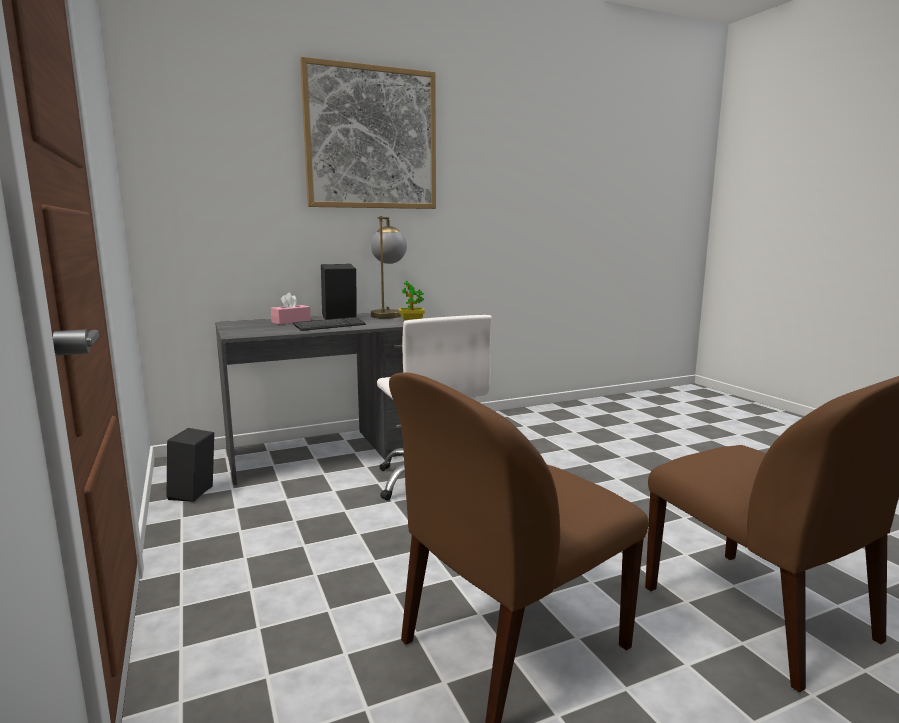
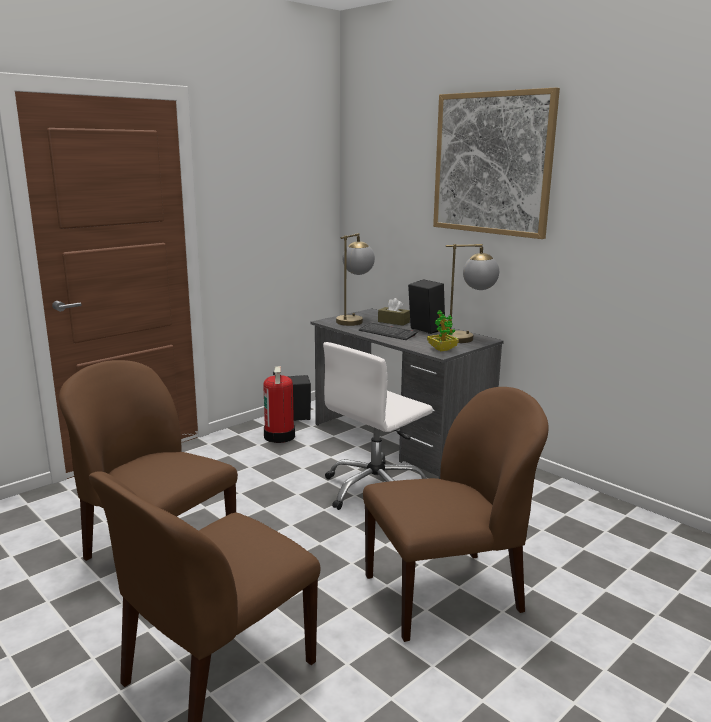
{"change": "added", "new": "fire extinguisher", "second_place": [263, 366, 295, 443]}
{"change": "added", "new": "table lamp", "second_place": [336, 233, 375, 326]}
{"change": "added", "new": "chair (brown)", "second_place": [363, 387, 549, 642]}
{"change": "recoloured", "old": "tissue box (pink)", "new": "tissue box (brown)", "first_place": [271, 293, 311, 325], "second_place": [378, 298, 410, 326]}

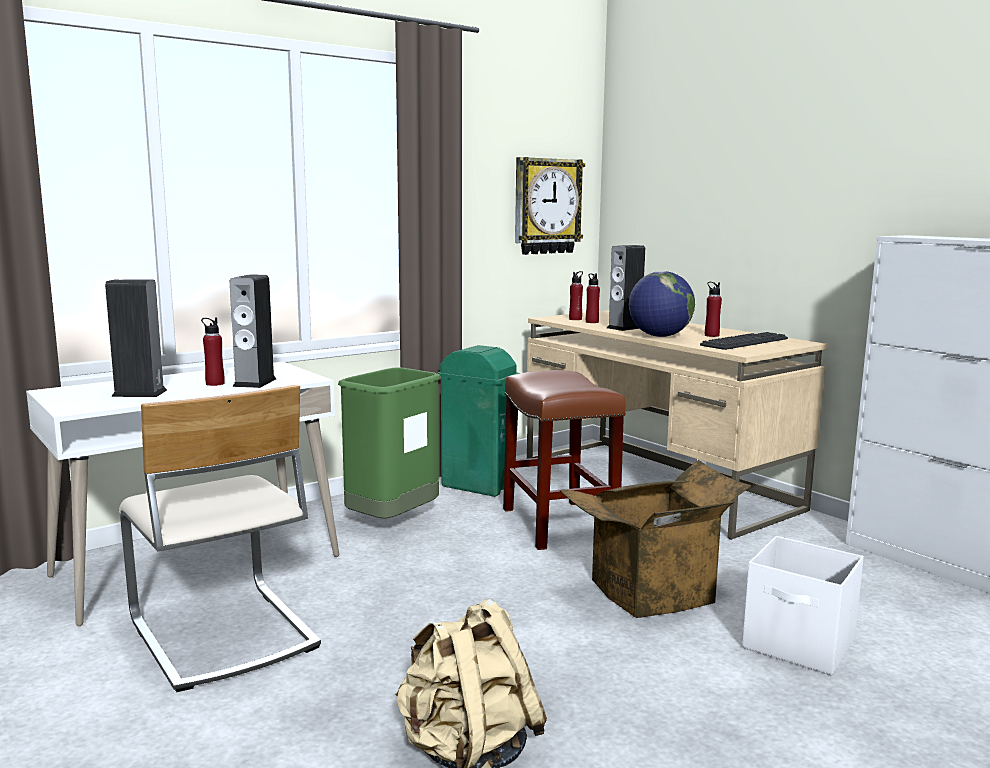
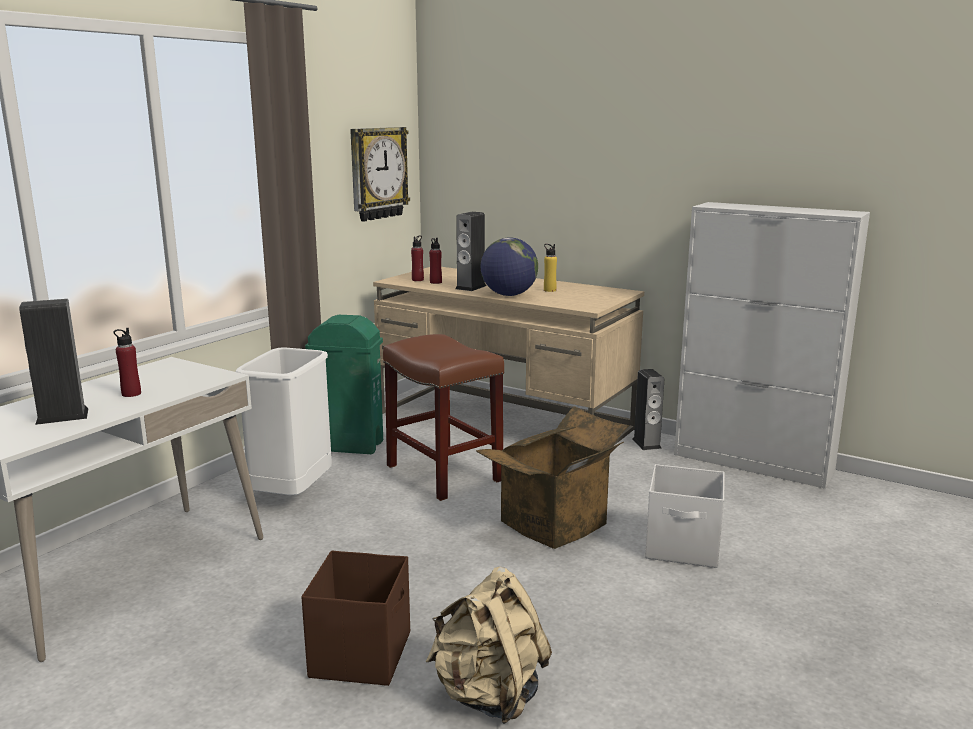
{"change": "recoloured", "old": "trash can (green)", "new": "trash can (white)", "first_place": [338, 367, 441, 519], "second_place": [236, 347, 332, 495]}
{"change": "added", "new": "storage box (brown)", "second_place": [301, 550, 410, 686]}
{"change": "recoloured", "old": "bottle (red)", "new": "bottle (yellow)", "first_place": [705, 282, 722, 337], "second_place": [544, 244, 557, 292]}
{"change": "moved", "old": "speaker", "first_place": [230, 274, 276, 388], "second_place": [633, 369, 664, 450]}
{"change": "removed", "old": "chair (beige)", "first_place": [119, 385, 321, 692]}
{"change": "removed", "old": "keyboard", "first_place": [700, 332, 788, 350]}

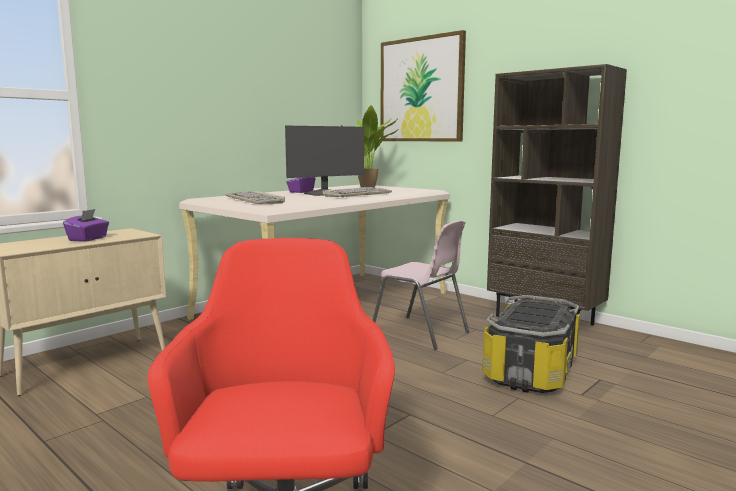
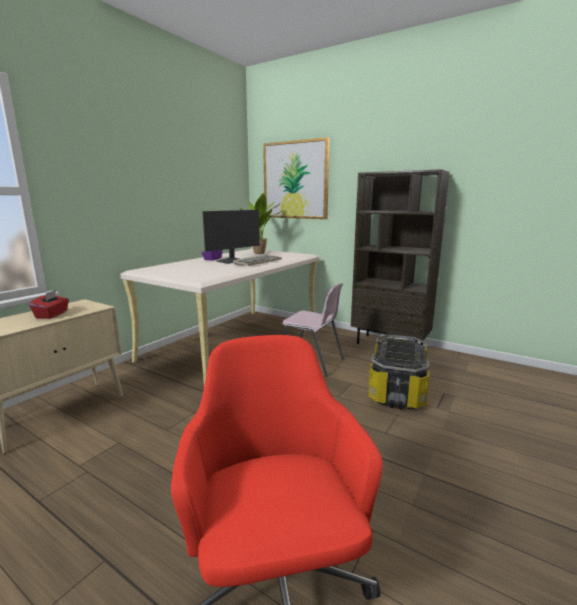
{"change": "recoloured", "old": "tissue box (purple)", "new": "tissue box (red)", "first_place": [63, 209, 109, 242], "second_place": [29, 290, 69, 319]}
{"change": "removed", "old": "keyboard", "first_place": [226, 191, 285, 204]}

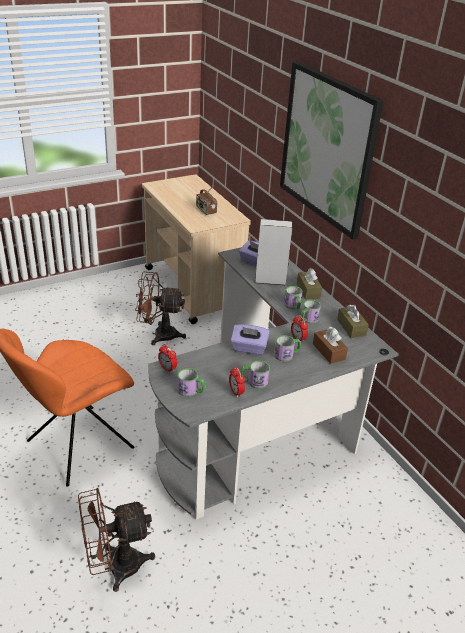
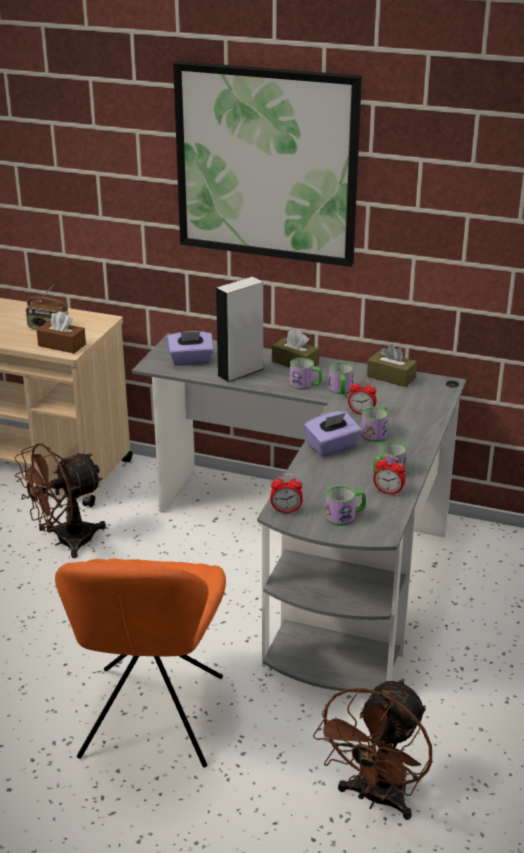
{"change": "moved", "old": "tissue box (brown)", "first_place": [313, 327, 348, 364], "second_place": [37, 311, 86, 353]}

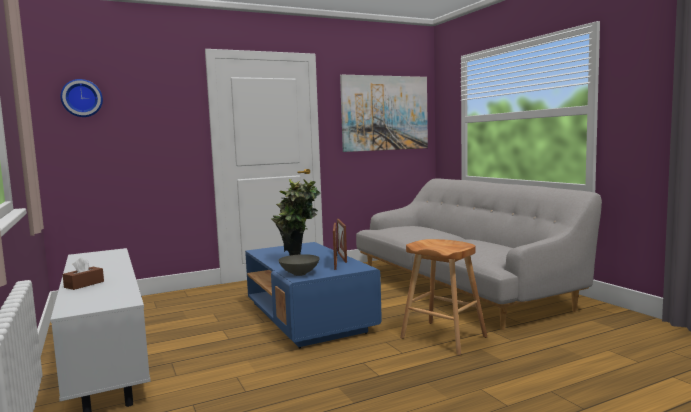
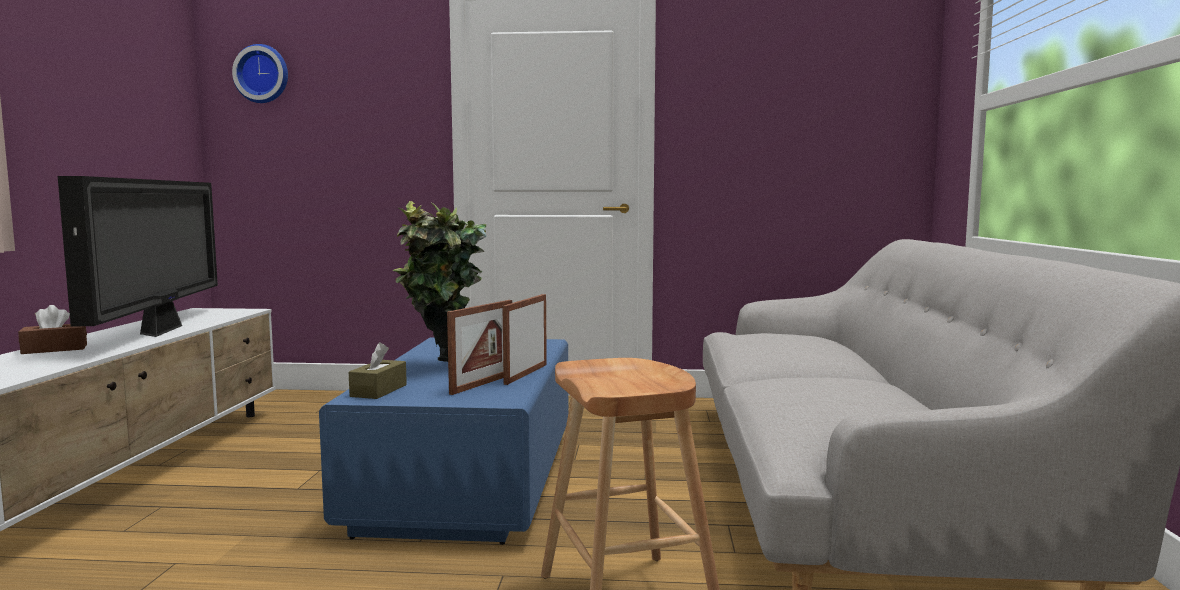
{"change": "added", "new": "television", "second_place": [58, 176, 218, 337]}
{"change": "replaced", "old": "bowl (grey)", "new": "tissue box (brown)", "first_place": [278, 254, 320, 276], "second_place": [349, 342, 407, 399]}
{"change": "removed", "old": "picture", "first_place": [340, 75, 428, 152]}

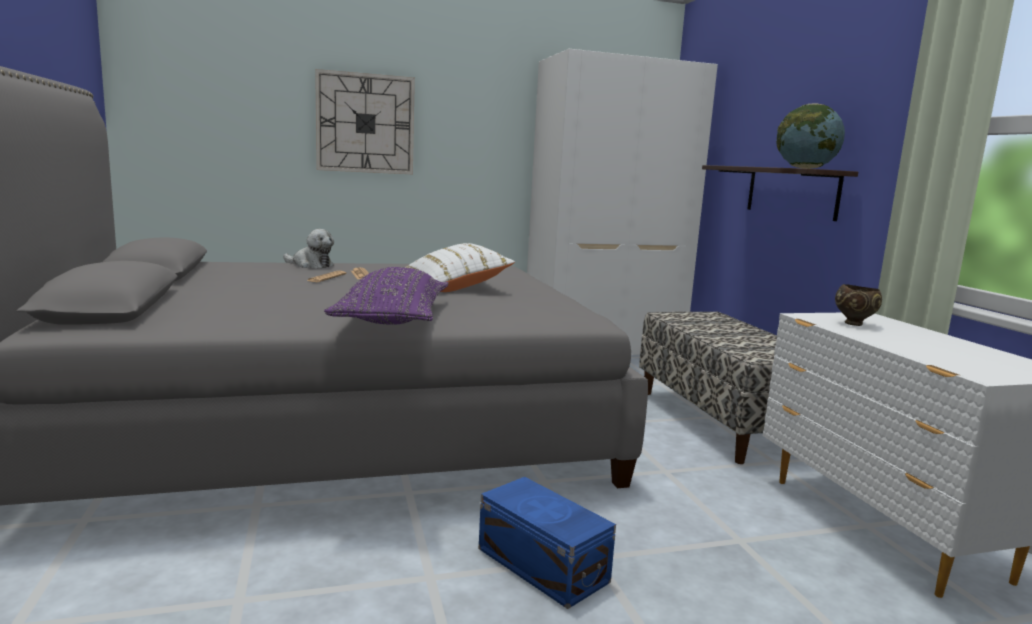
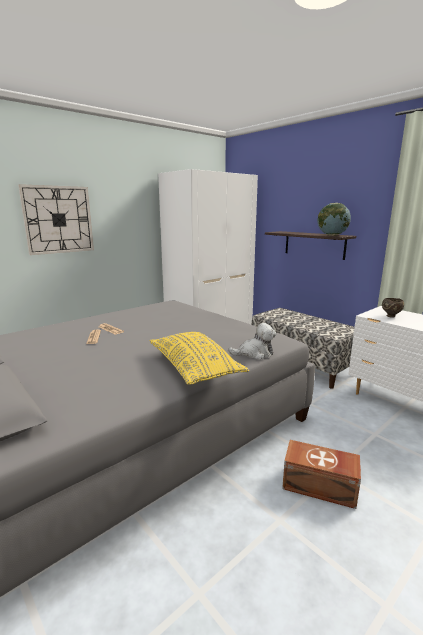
{"change": "recoloured", "old": "pillow (purple)", "new": "pillow (yellow)", "first_place": [324, 267, 448, 325], "second_place": [149, 332, 249, 385]}
{"change": "moved", "old": "plush toy", "first_place": [283, 229, 334, 268], "second_place": [228, 323, 276, 360]}
{"change": "recoloured", "old": "storage box (blue)", "new": "storage box (brown)", "first_place": [479, 477, 616, 609], "second_place": [282, 440, 361, 509]}
{"change": "removed", "old": "pillow (white)", "first_place": [404, 243, 515, 292]}

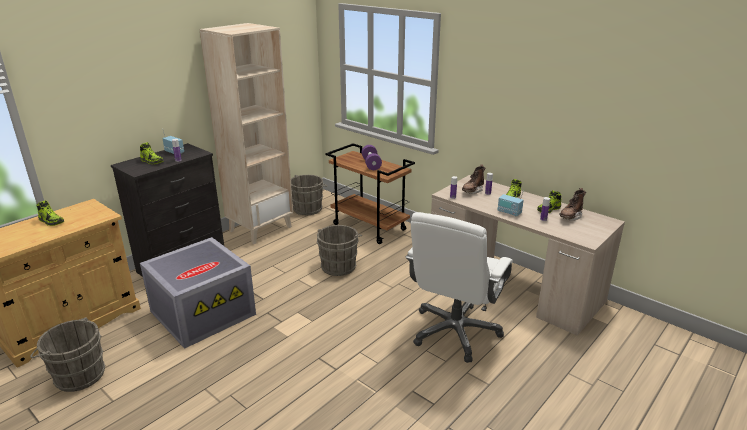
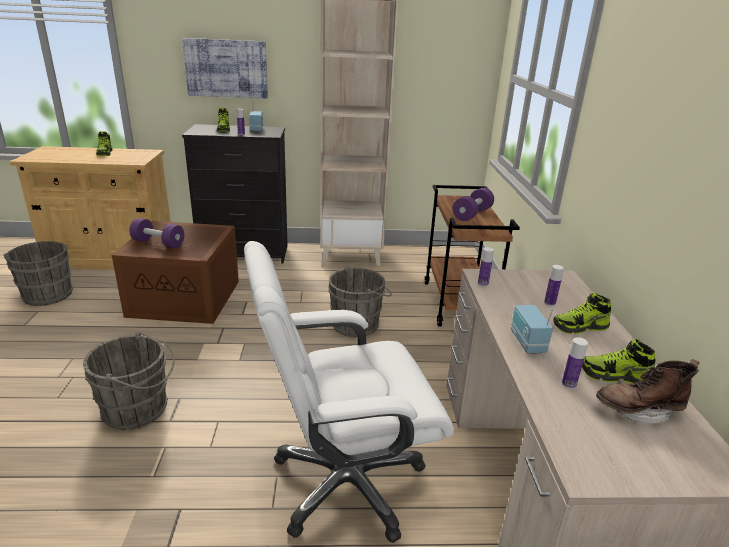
{"change": "moved", "old": "bucket (grey)", "first_place": [291, 175, 328, 215], "second_place": [83, 332, 175, 430]}
{"change": "recoloured", "old": "storage box (grey)", "new": "storage box (brown)", "first_place": [140, 237, 256, 349], "second_place": [112, 221, 239, 324]}
{"change": "added", "new": "dumbbell (purple)", "second_place": [129, 218, 184, 248]}
{"change": "added", "new": "picture", "second_place": [182, 38, 268, 98]}
{"change": "removed", "old": "boot (brown)", "first_place": [462, 165, 486, 194]}

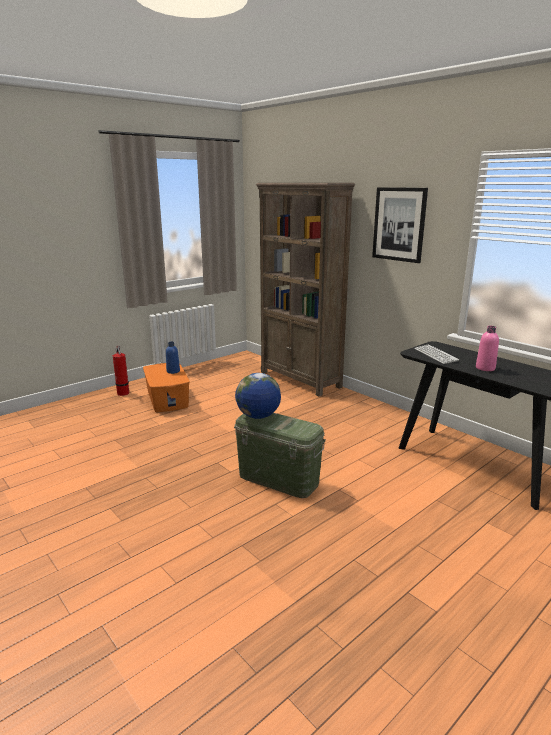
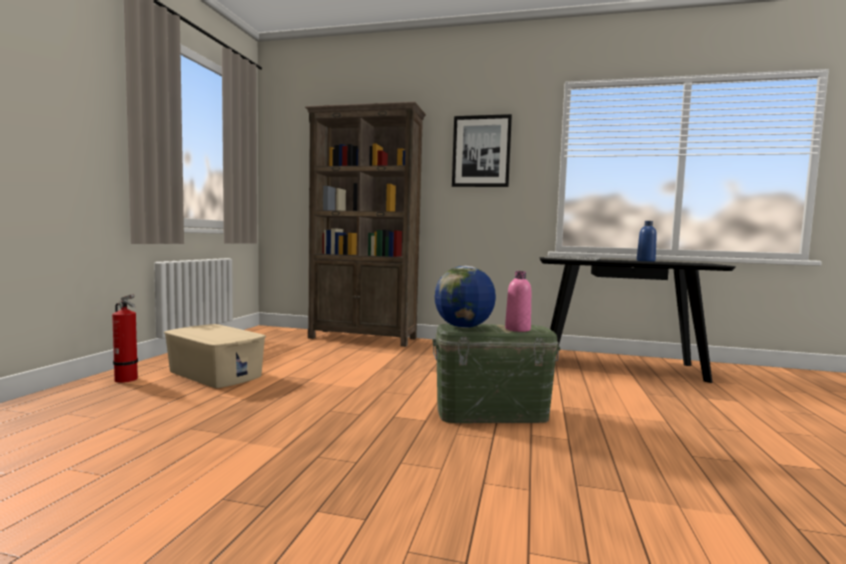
{"change": "recoloured", "old": "storage box (orange)", "new": "storage box (beige)", "first_place": [143, 363, 190, 412], "second_place": [164, 324, 266, 388]}
{"change": "moved", "old": "bottle (pink)", "first_place": [476, 326, 499, 371], "second_place": [505, 271, 531, 332]}
{"change": "moved", "old": "bottle (blue)", "first_place": [166, 341, 180, 374], "second_place": [637, 221, 657, 262]}

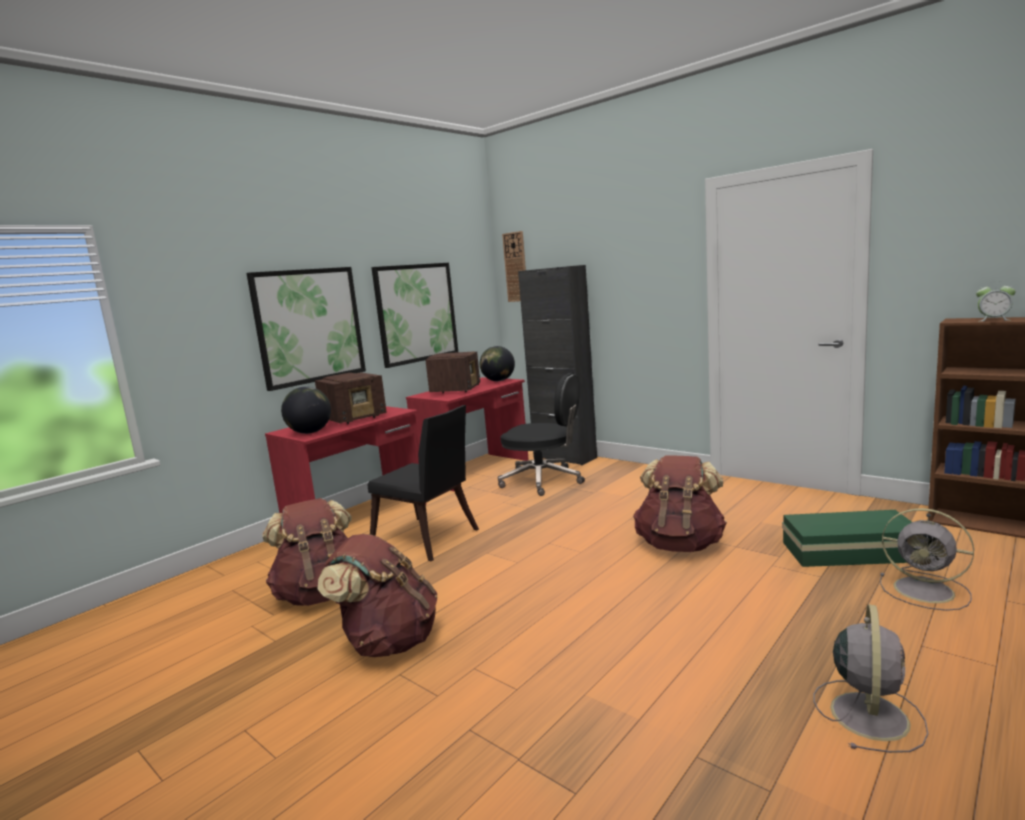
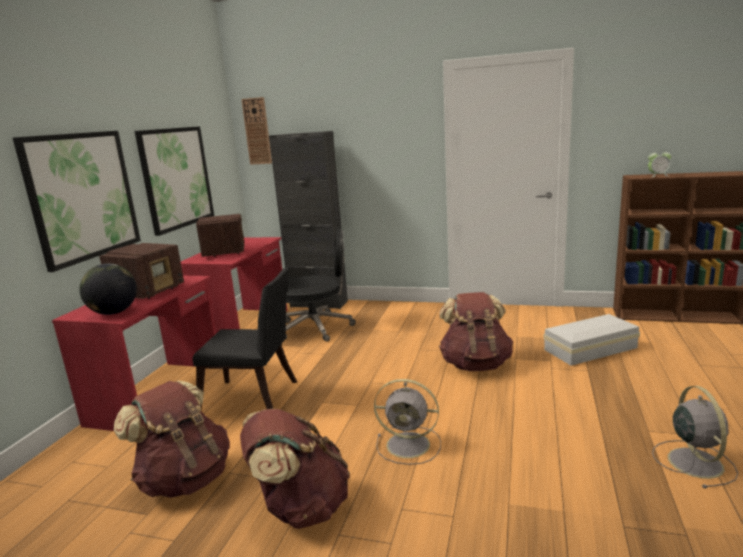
{"change": "moved", "old": "fan (grey)", "first_place": [880, 508, 974, 611], "second_place": [374, 379, 441, 465]}
{"change": "recoloured", "old": "storage box (green)", "new": "storage box (white)", "first_place": [782, 510, 912, 567], "second_place": [543, 314, 640, 366]}
{"change": "removed", "old": "globe", "first_place": [480, 346, 515, 381]}

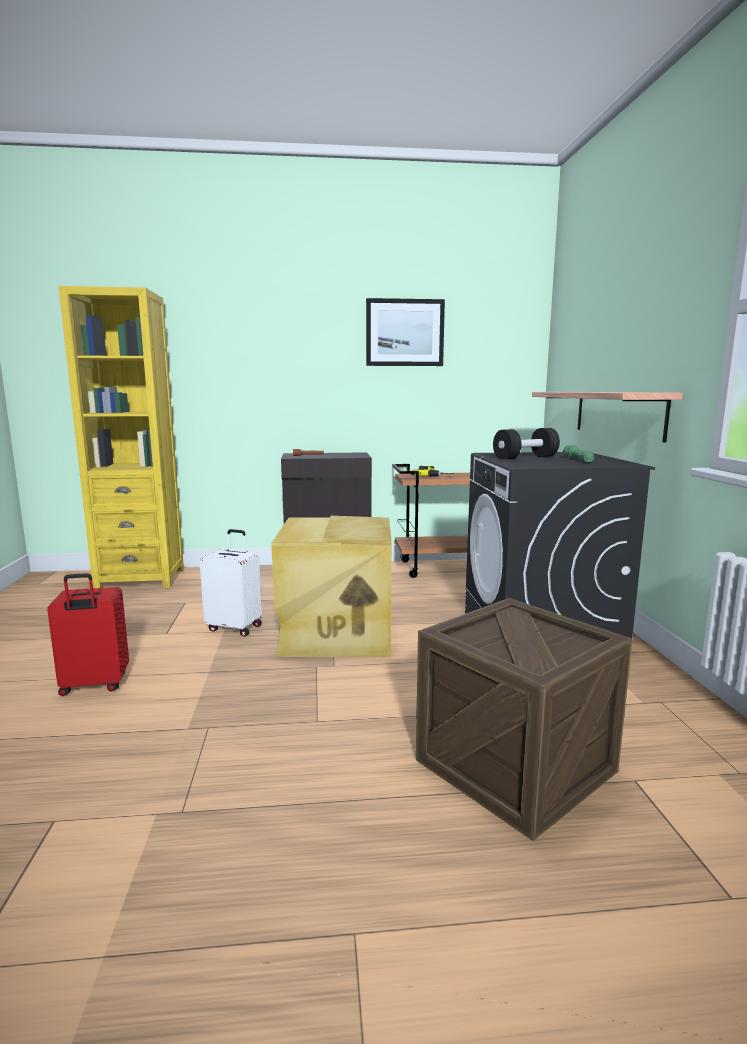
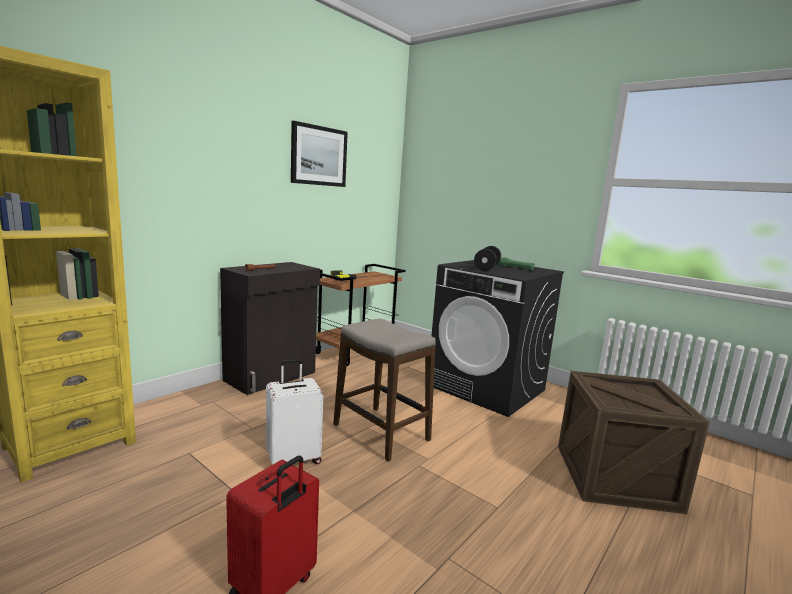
{"change": "replaced", "old": "storage box (beige)", "new": "stool", "first_place": [271, 516, 392, 657], "second_place": [333, 319, 436, 461]}
{"change": "removed", "old": "shelf", "first_place": [532, 392, 683, 443]}

